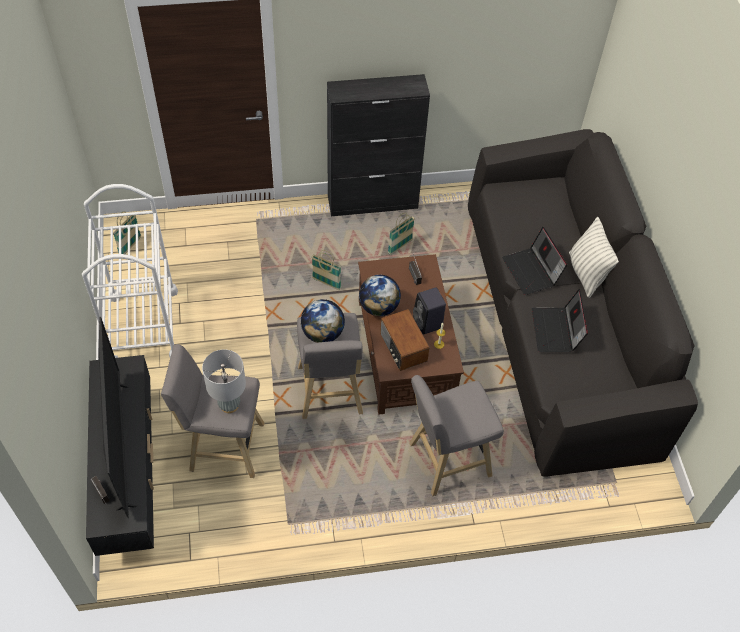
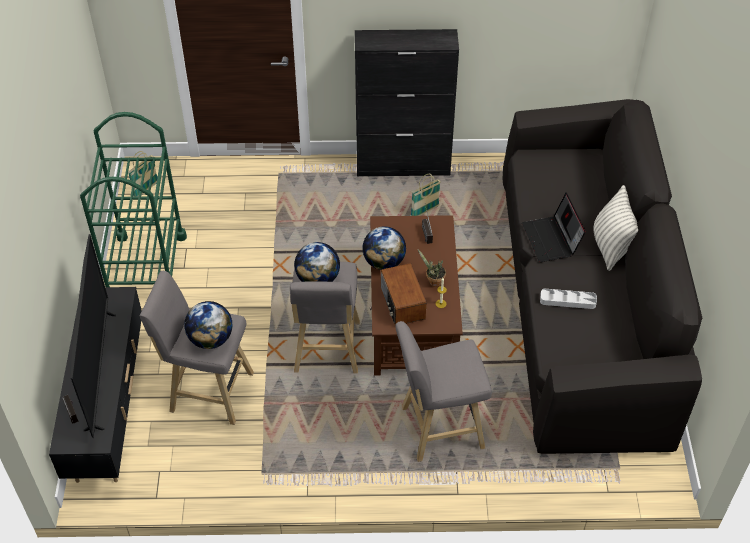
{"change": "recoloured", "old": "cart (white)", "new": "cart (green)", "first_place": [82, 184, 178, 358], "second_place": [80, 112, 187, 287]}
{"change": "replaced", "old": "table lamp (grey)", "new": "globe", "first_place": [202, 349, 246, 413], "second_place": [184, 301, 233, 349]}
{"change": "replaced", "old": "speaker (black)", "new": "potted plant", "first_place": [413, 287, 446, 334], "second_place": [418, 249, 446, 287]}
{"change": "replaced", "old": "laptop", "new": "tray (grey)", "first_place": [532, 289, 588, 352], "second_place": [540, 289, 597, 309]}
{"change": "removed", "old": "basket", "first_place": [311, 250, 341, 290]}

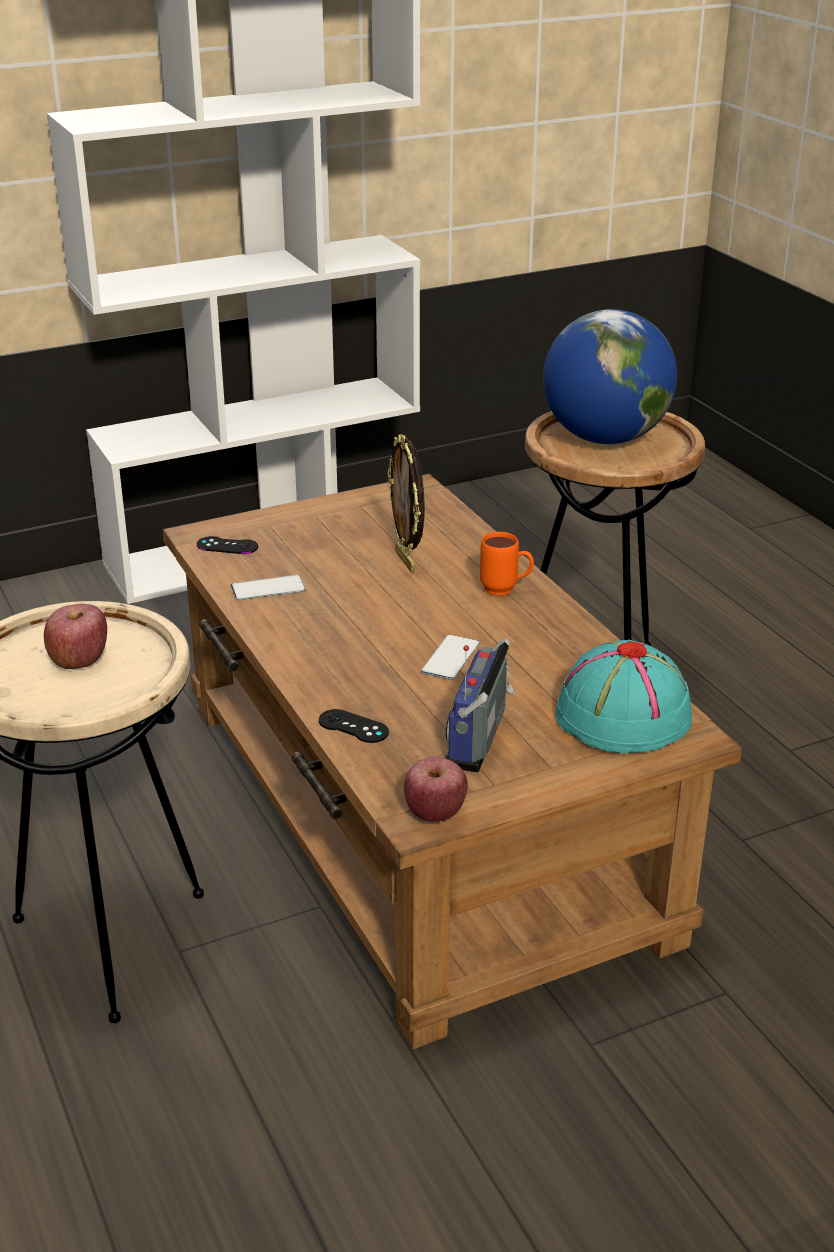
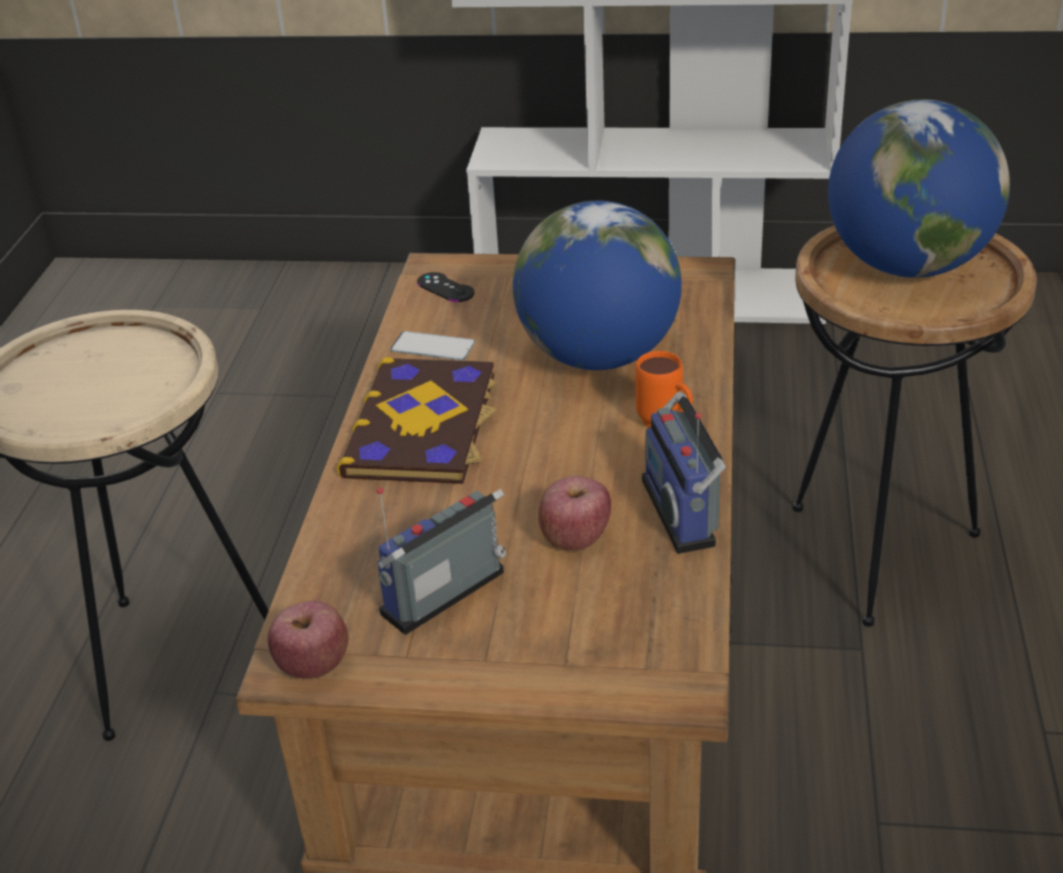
{"change": "added", "new": "book", "second_place": [337, 357, 498, 484]}
{"change": "replaced", "old": "picture frame", "new": "globe", "first_place": [387, 434, 425, 573], "second_place": [513, 201, 682, 370]}
{"change": "moved", "old": "apple", "first_place": [44, 604, 107, 669], "second_place": [538, 476, 611, 550]}
{"change": "added", "new": "radio", "second_place": [642, 391, 726, 554]}
{"change": "removed", "old": "game controller (black)", "first_place": [319, 709, 389, 743]}
{"change": "removed", "old": "phone", "first_place": [421, 635, 480, 680]}
{"change": "removed", "old": "hat (turquoise)", "first_place": [556, 639, 692, 753]}

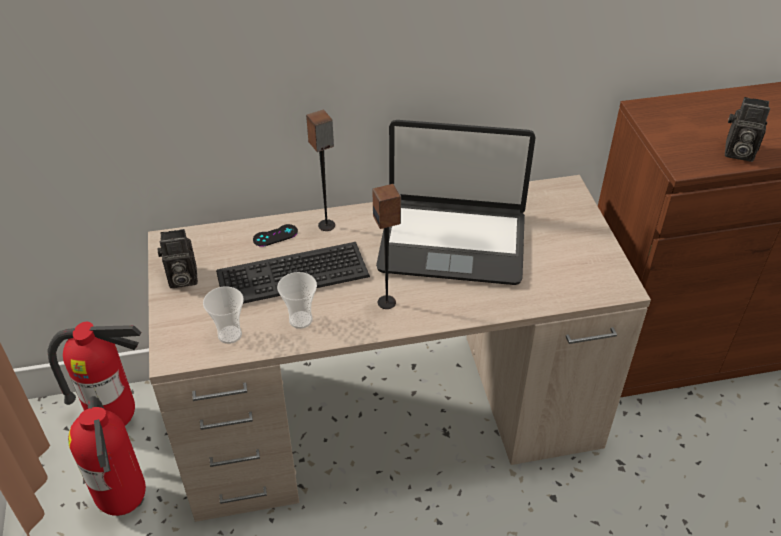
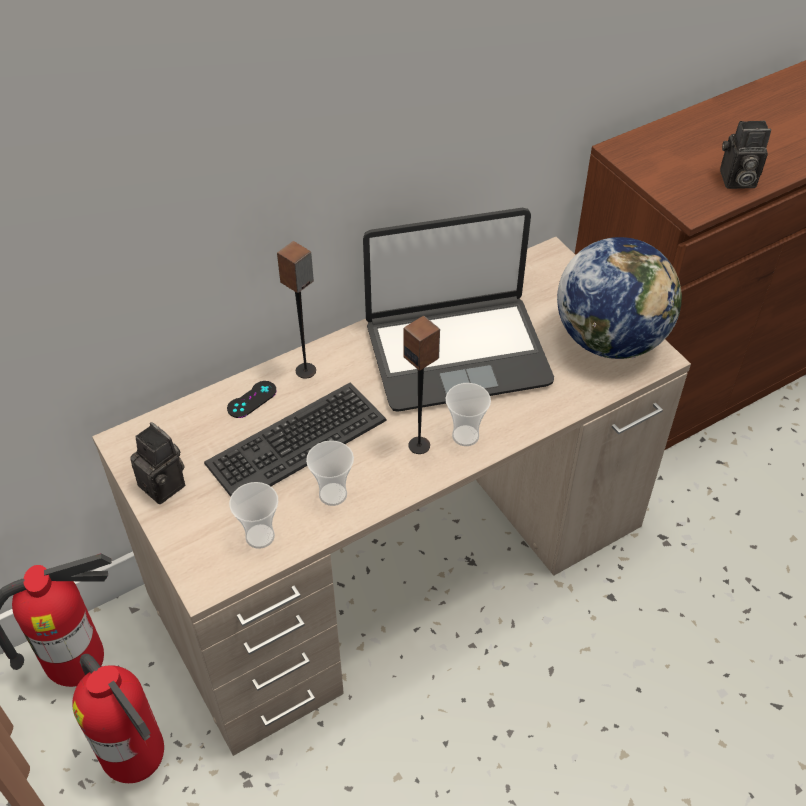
{"change": "turned", "old": "photo camera", "first_place": [157, 229, 198, 288], "second_place": [131, 422, 185, 504], "degrees": -105}
{"change": "added", "new": "cup", "second_place": [446, 383, 491, 446]}
{"change": "added", "new": "globe", "second_place": [557, 237, 682, 359]}

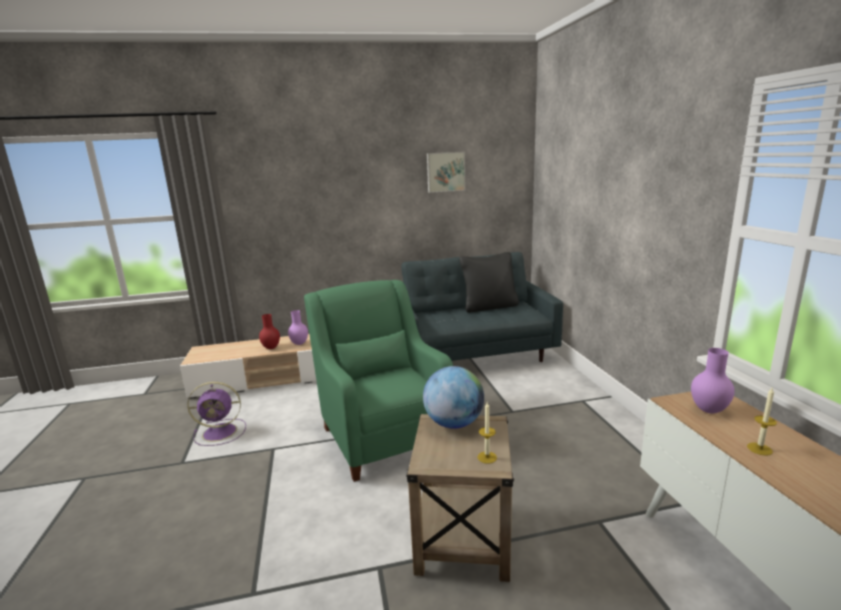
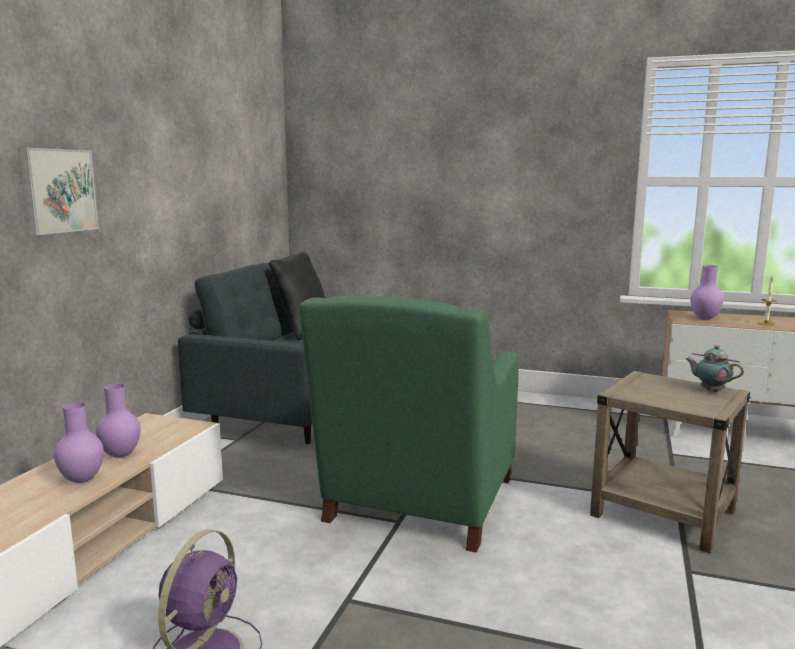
{"change": "moved", "old": "picture", "first_place": [427, 152, 465, 193], "second_place": [18, 148, 99, 235]}
{"change": "recoloured", "old": "vase (red)", "new": "vase (purple)", "first_place": [259, 314, 280, 349], "second_place": [54, 402, 104, 483]}
{"change": "turned", "old": "armchair (green)", "first_place": [304, 280, 453, 482], "second_place": [299, 296, 519, 553], "degrees": -75}
{"change": "replaced", "old": "candle", "new": "teapot", "first_place": [477, 402, 497, 464], "second_place": [685, 345, 744, 392]}
{"change": "removed", "old": "globe", "first_place": [423, 366, 484, 429]}

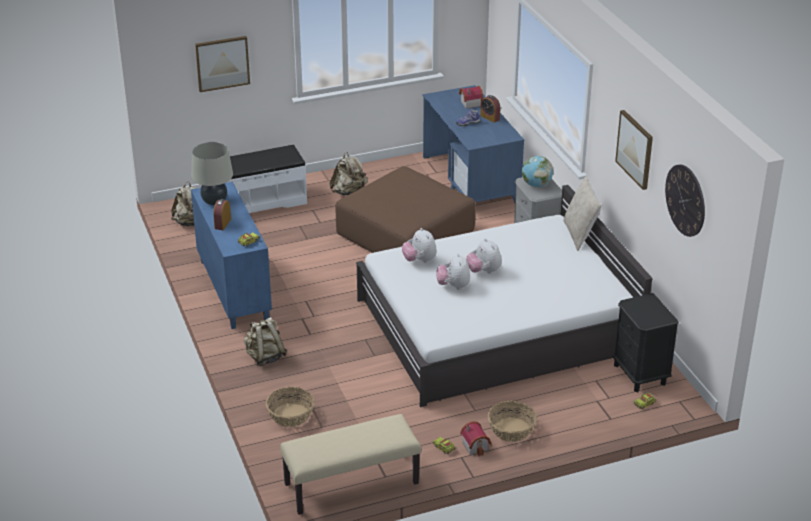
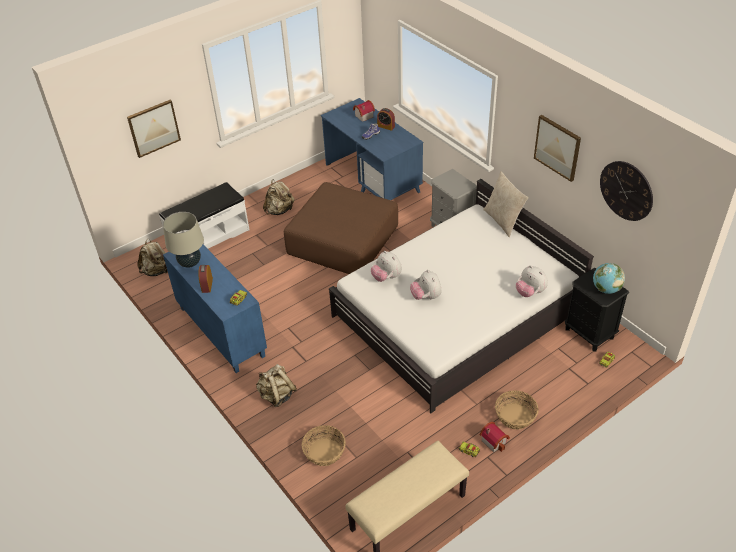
{"change": "moved", "old": "plush toy", "first_place": [466, 238, 502, 274], "second_place": [516, 265, 548, 297]}
{"change": "moved", "old": "globe", "first_place": [522, 156, 553, 187], "second_place": [593, 263, 625, 294]}

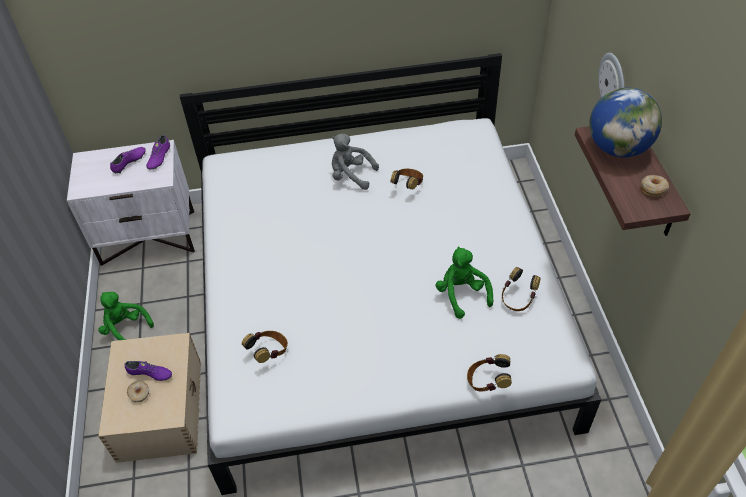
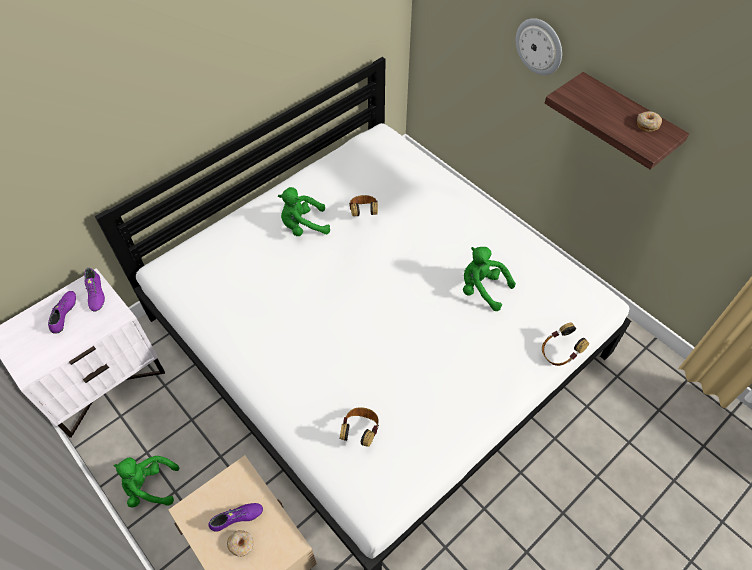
{"change": "recoloured", "old": "plush toy (grey)", "new": "plush toy (green)", "first_place": [332, 134, 379, 190], "second_place": [278, 187, 330, 236]}
{"change": "removed", "old": "headphones", "first_place": [502, 267, 540, 311]}
{"change": "removed", "old": "globe", "first_place": [589, 88, 662, 157]}

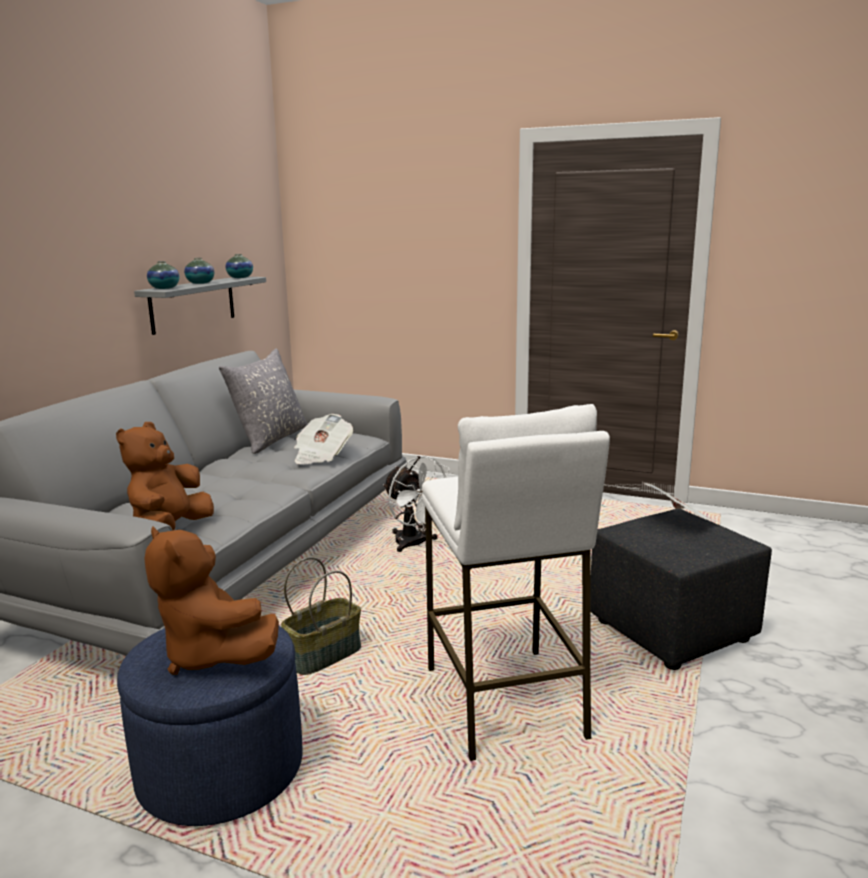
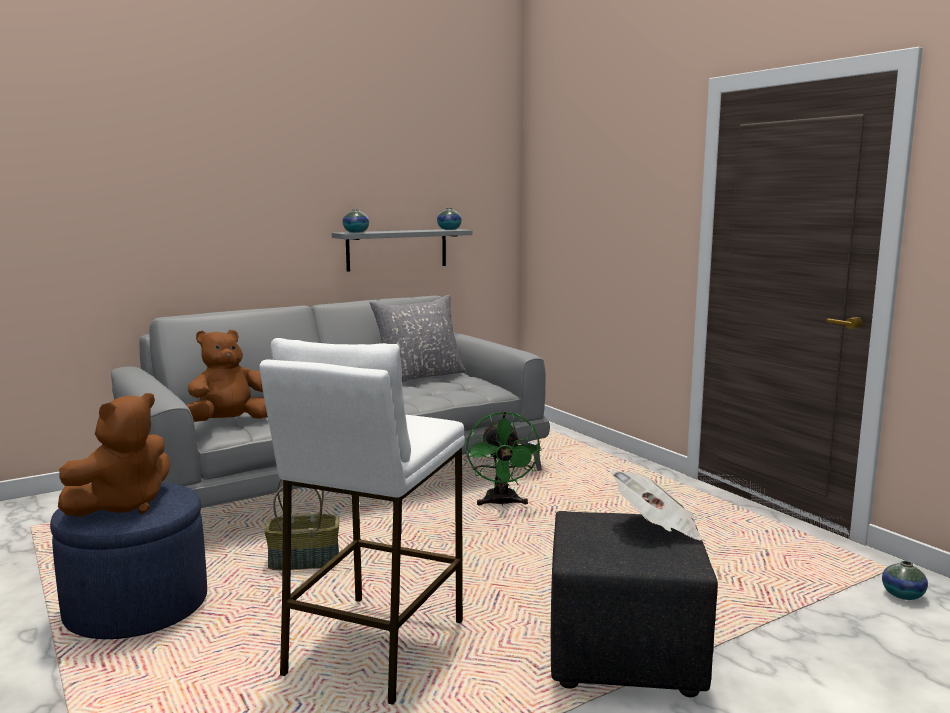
{"change": "turned", "old": "plush toy (brown)", "first_place": [144, 526, 279, 675], "second_place": [58, 393, 170, 517], "degrees": -135}
{"change": "recoloured", "old": "fan (white)", "new": "fan (green)", "first_place": [383, 456, 449, 552], "second_place": [466, 411, 542, 506]}
{"change": "moved", "old": "vase", "first_place": [184, 258, 214, 284], "second_place": [882, 561, 928, 600]}
{"change": "removed", "old": "newspaper", "first_place": [294, 414, 353, 465]}

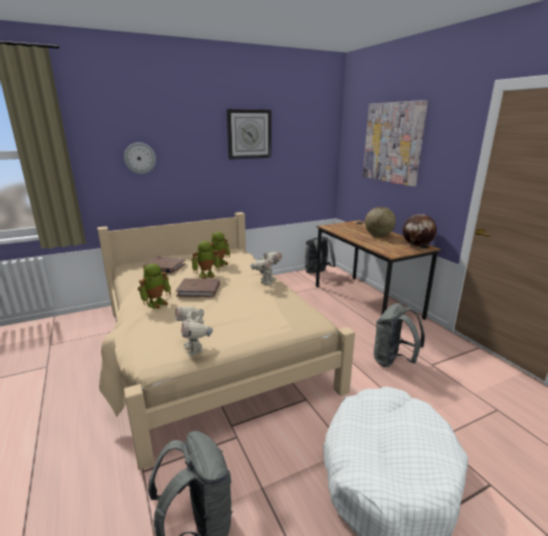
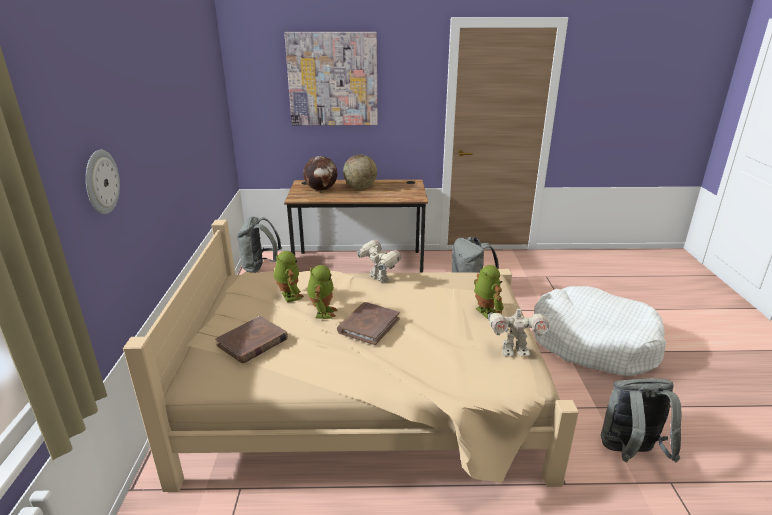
{"change": "moved", "old": "globe", "first_place": [402, 214, 437, 246], "second_place": [303, 156, 337, 191]}
{"change": "moved", "old": "toy robot", "first_place": [138, 263, 171, 309], "second_place": [474, 265, 504, 319]}
{"change": "removed", "old": "wall clock", "first_place": [227, 109, 272, 160]}

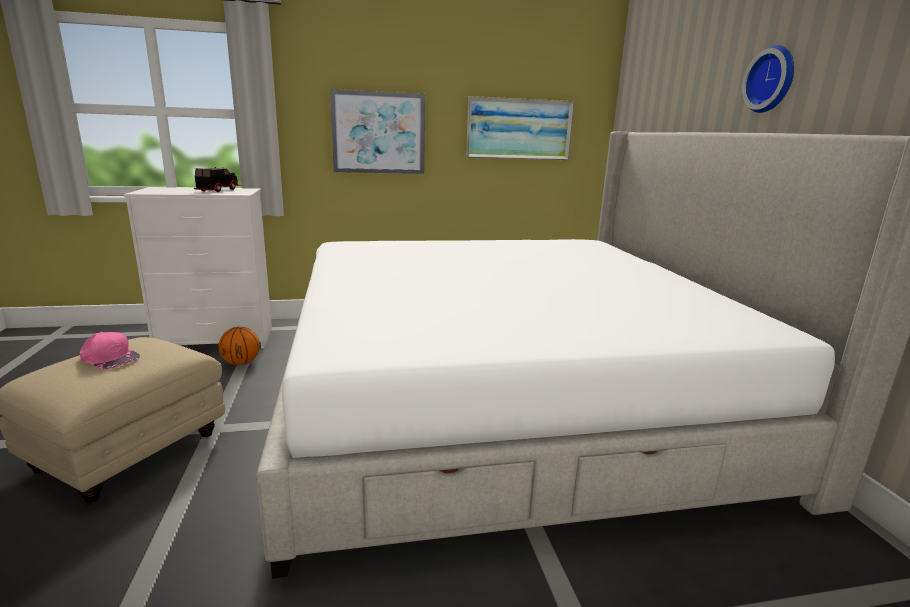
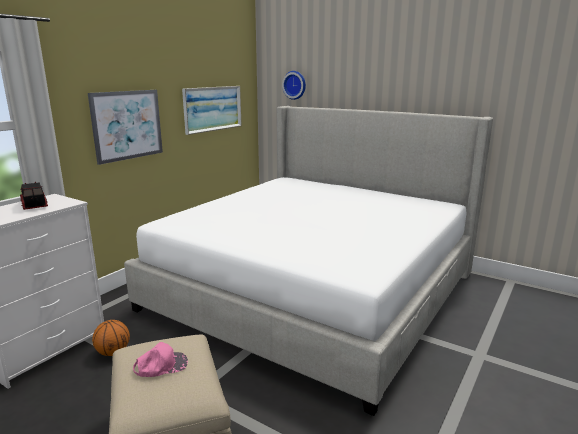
{"change": "moved", "old": "wall clock", "first_place": [742, 45, 794, 113], "second_place": [282, 71, 306, 100]}

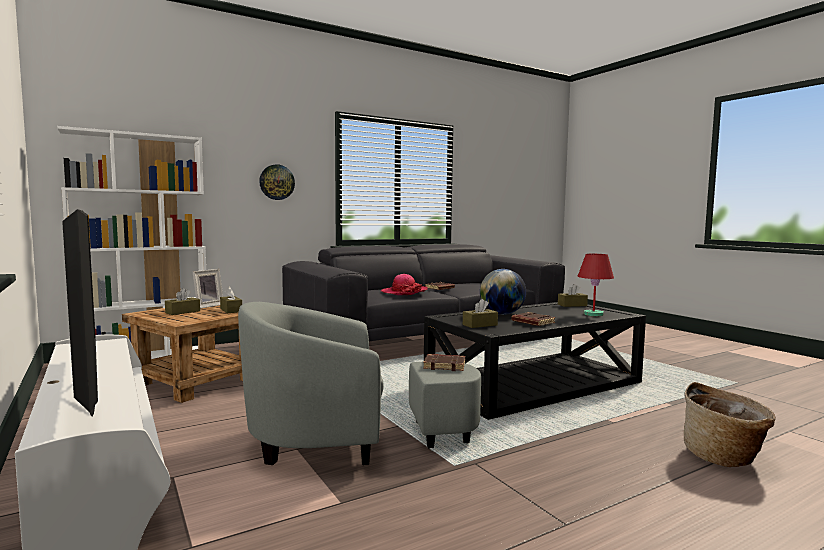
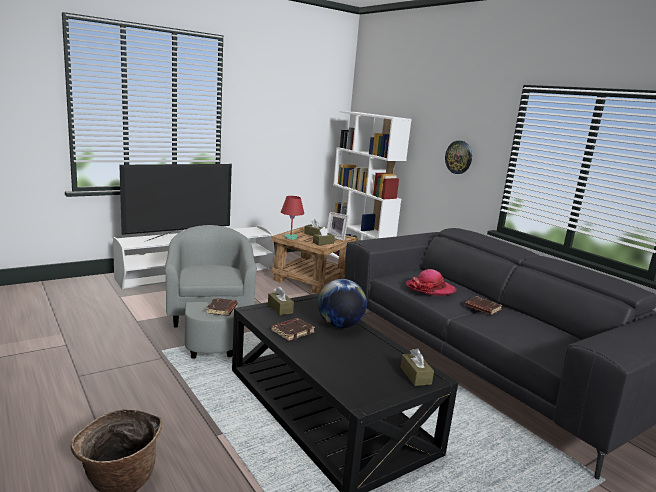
{"change": "moved", "old": "table lamp (red)", "first_place": [577, 254, 614, 316], "second_place": [281, 196, 304, 240]}

